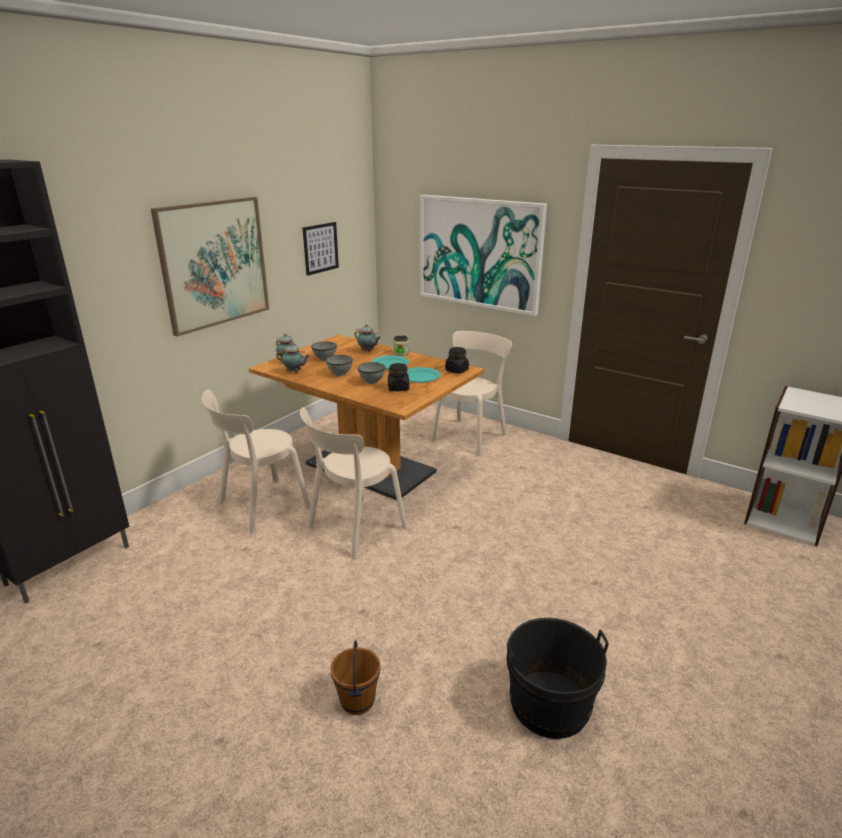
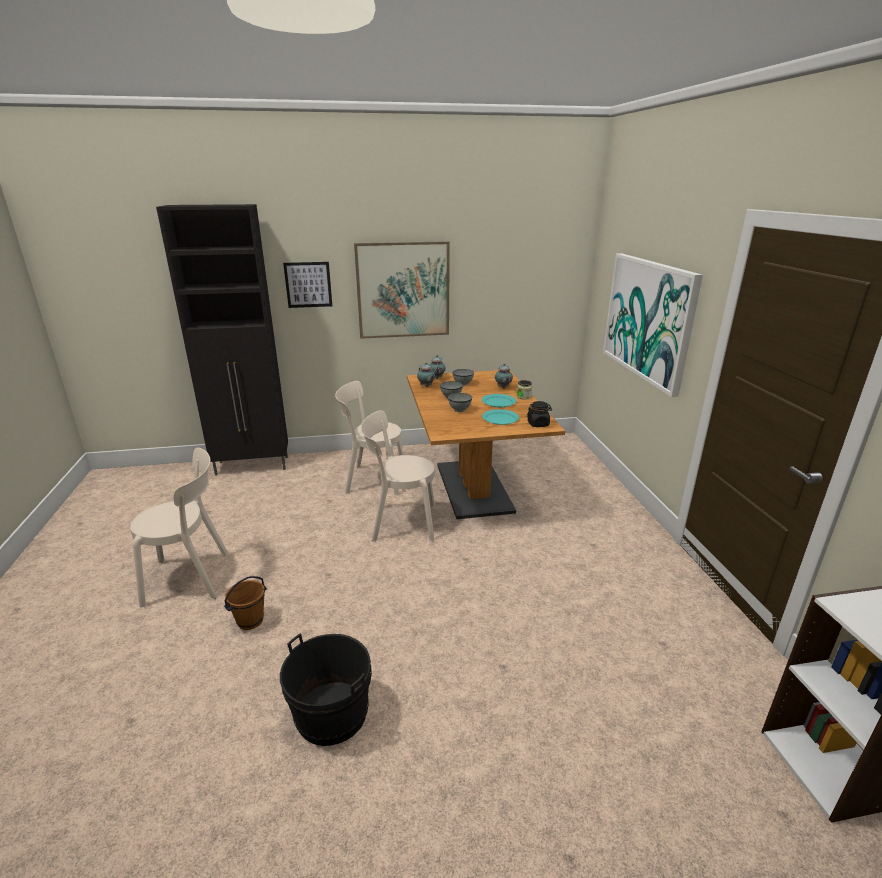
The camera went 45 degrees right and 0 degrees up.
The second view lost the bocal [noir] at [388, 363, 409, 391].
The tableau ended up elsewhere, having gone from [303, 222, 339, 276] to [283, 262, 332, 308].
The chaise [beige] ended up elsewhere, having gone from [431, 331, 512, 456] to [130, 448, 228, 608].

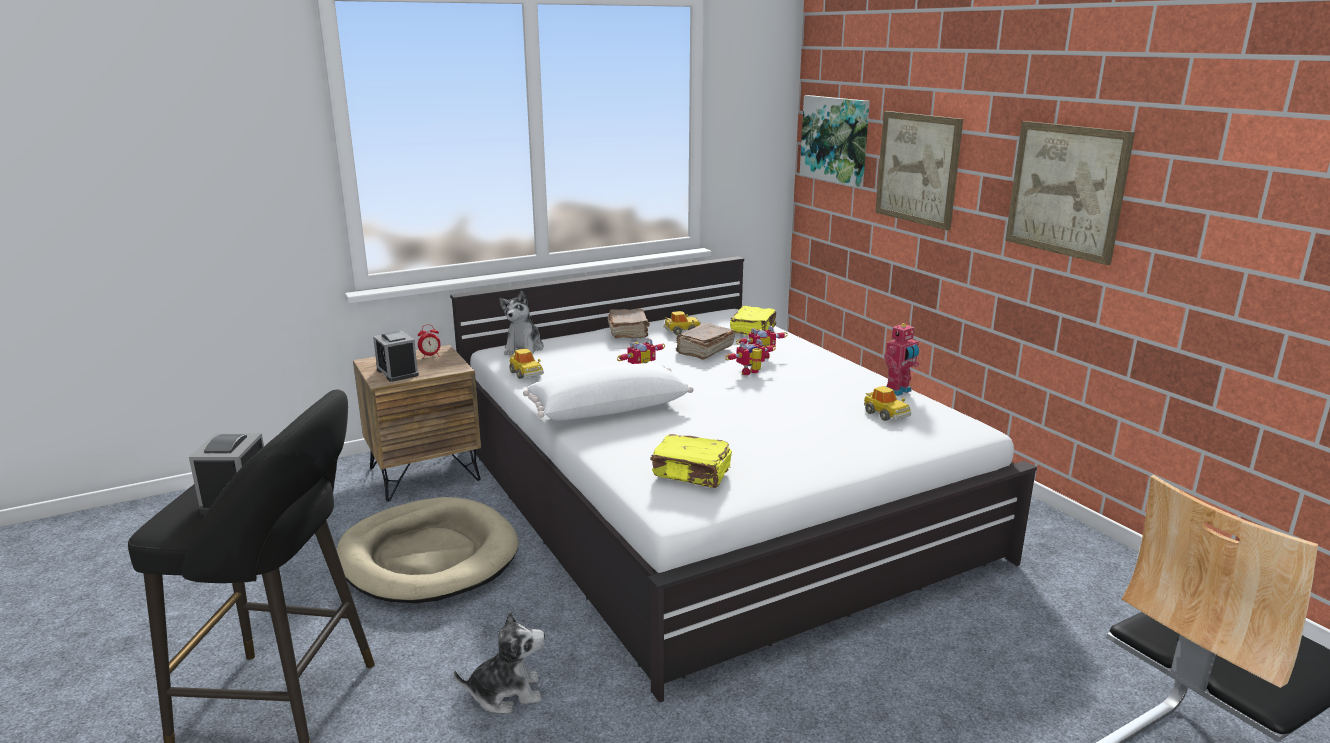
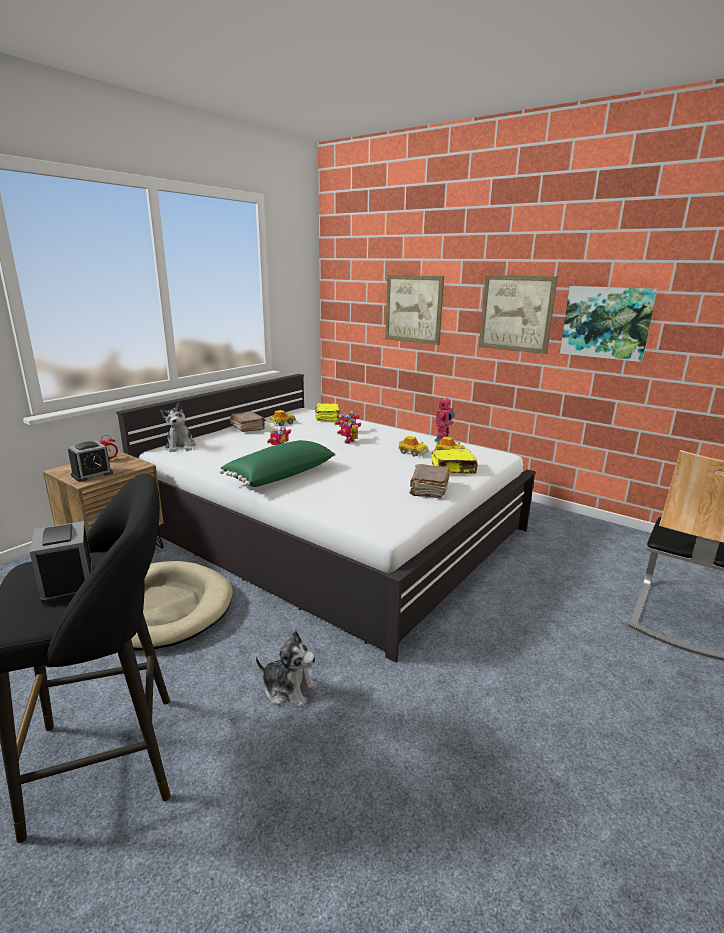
The camera went 25 degrees left and 0 degrees up.
The petite voiture ended up elsewhere, having gone from [509, 348, 544, 379] to [398, 436, 429, 457].
The livre [jaune] ended up elsewhere, having gone from [650, 434, 732, 488] to [431, 449, 478, 474].
The livre [marron] ended up elsewhere, having gone from [676, 323, 735, 360] to [410, 464, 450, 499].
The tableau ended up elsewhere, having gone from [800, 95, 870, 187] to [560, 286, 657, 362].
What was the coussin [blanc] at [523, 363, 694, 421] turned into the coussin [vert] at [219, 440, 336, 487].
The réveil at [373, 331, 419, 382] ended up facing another way, 75 degrees counterclockwise from before.
The peluche at [454, 611, 545, 714] ended up facing another way, 60 degrees clockwise from before.

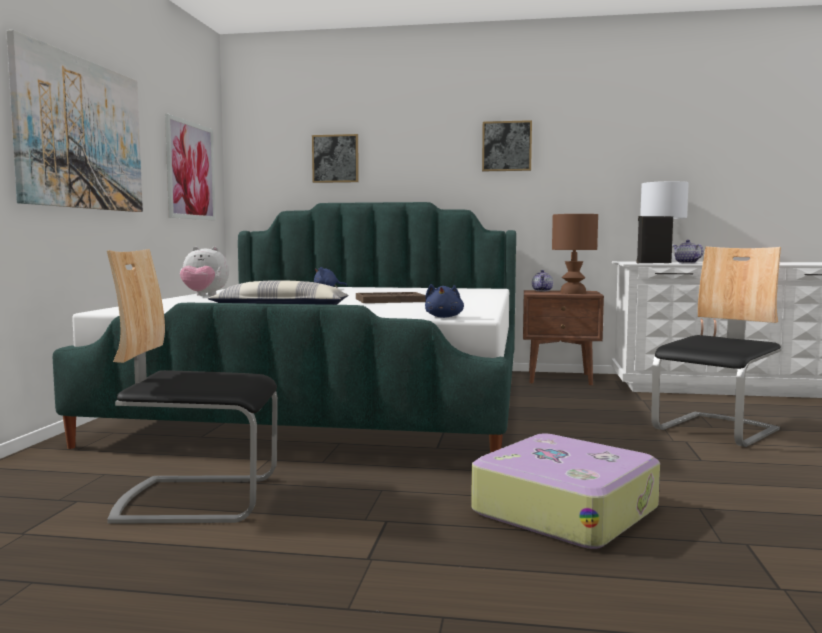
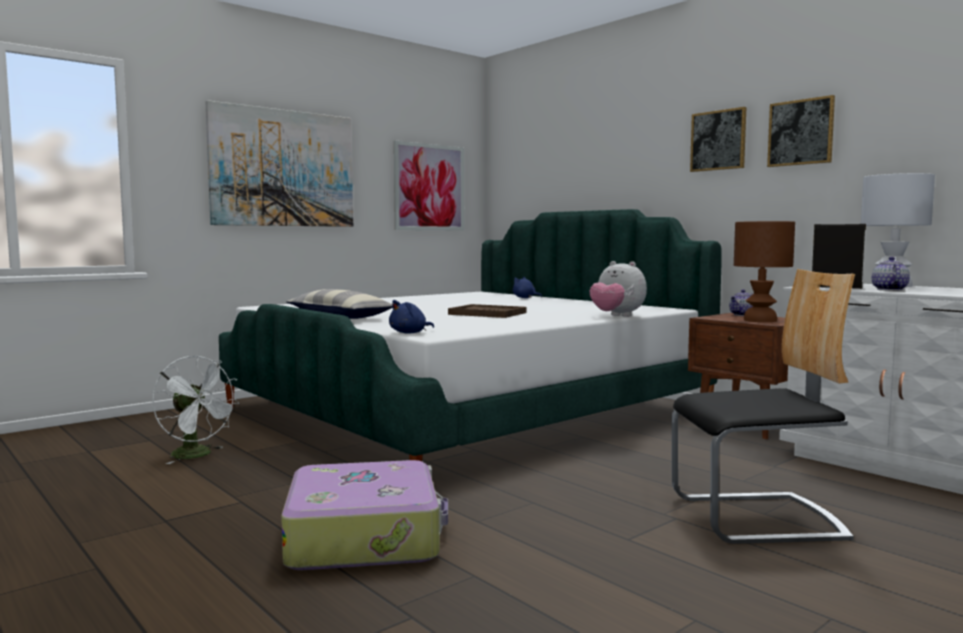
The camera went 40 degrees right and 0 degrees up.
The peluche ended up elsewhere, having gone from [180, 247, 229, 296] to [589, 261, 647, 317].
The tableau ended up elsewhere, having gone from [312, 134, 359, 183] to [767, 95, 835, 167].
Where the chaise stood at [107, 249, 278, 524], the ventilateur [blanc] came to stand at [152, 356, 239, 464].

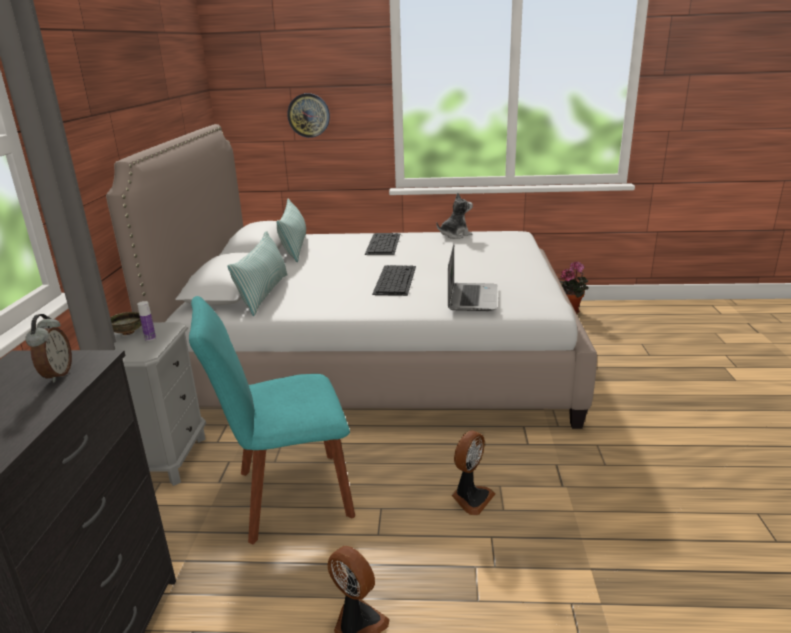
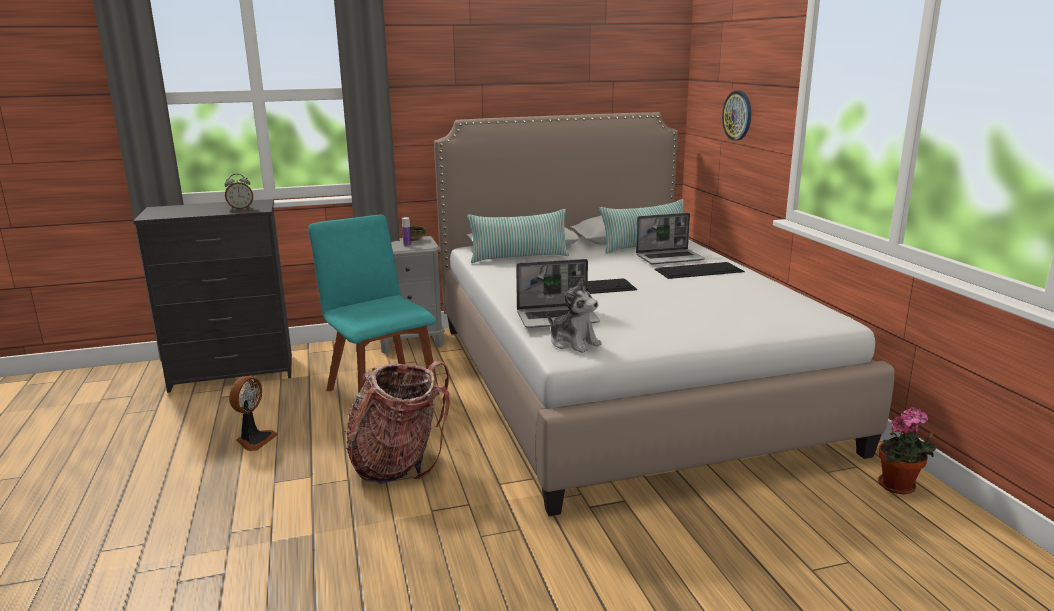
The camera went 70 degrees right and 5 degrees down.
The second view gained the ordinateur portable at [636, 213, 705, 264].
The peluche ended up elsewhere, having gone from [436, 193, 473, 239] to [547, 278, 602, 353].
Where the ventilateur stood at [452, 431, 495, 515], the sac à dos came to stand at [346, 361, 450, 484].

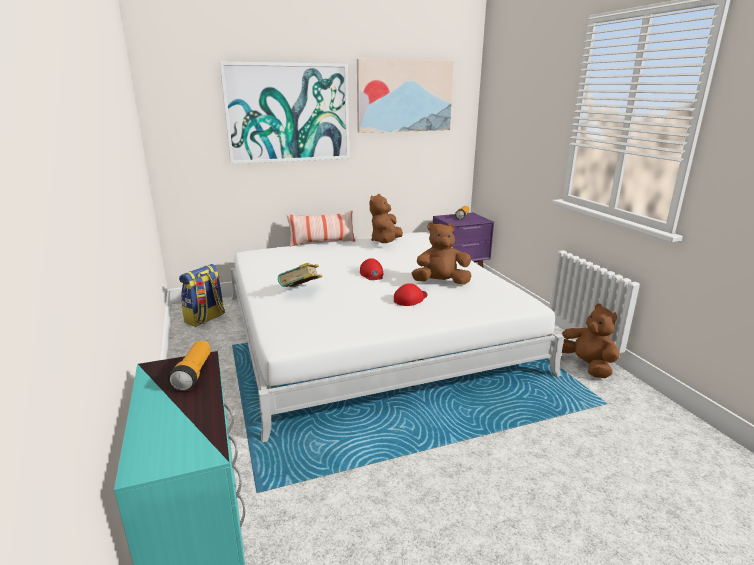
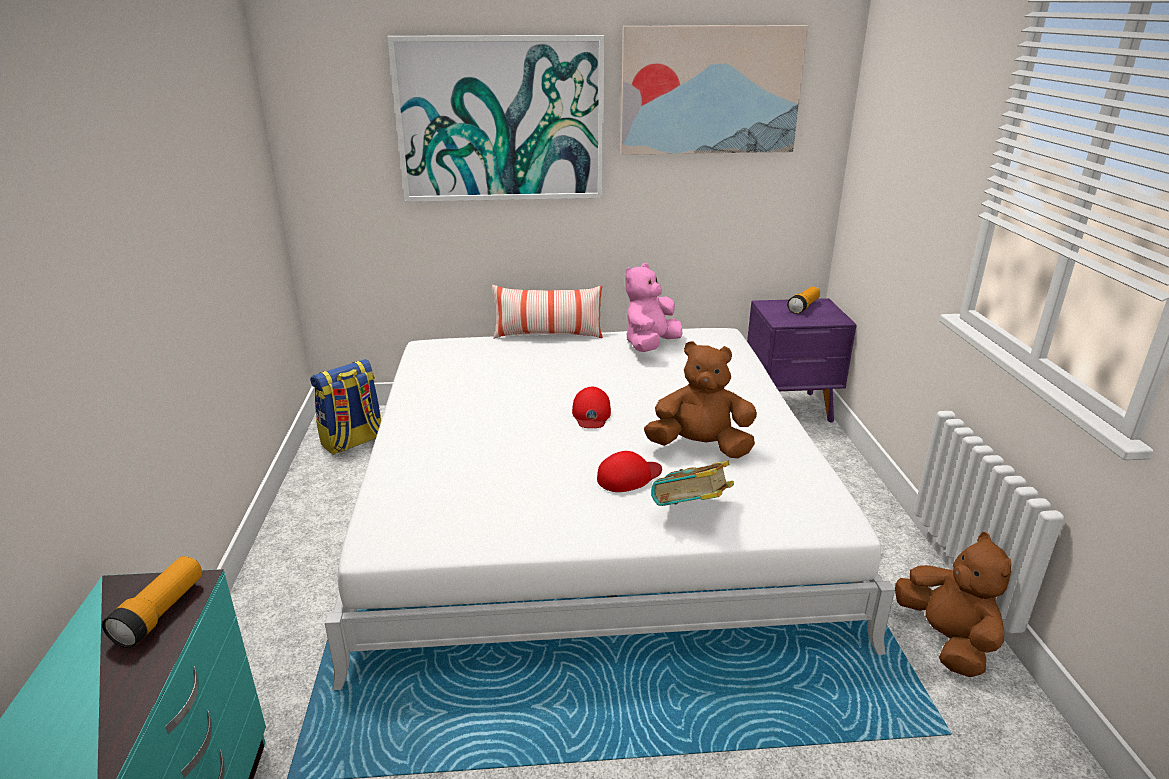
The camera went 15 degrees right and 5 degrees up.
The livre ended up elsewhere, having gone from [278, 263, 322, 287] to [651, 461, 734, 506].
What was the peluche [marron] at [369, 194, 403, 243] turned into the peluche [rose] at [625, 263, 683, 352].

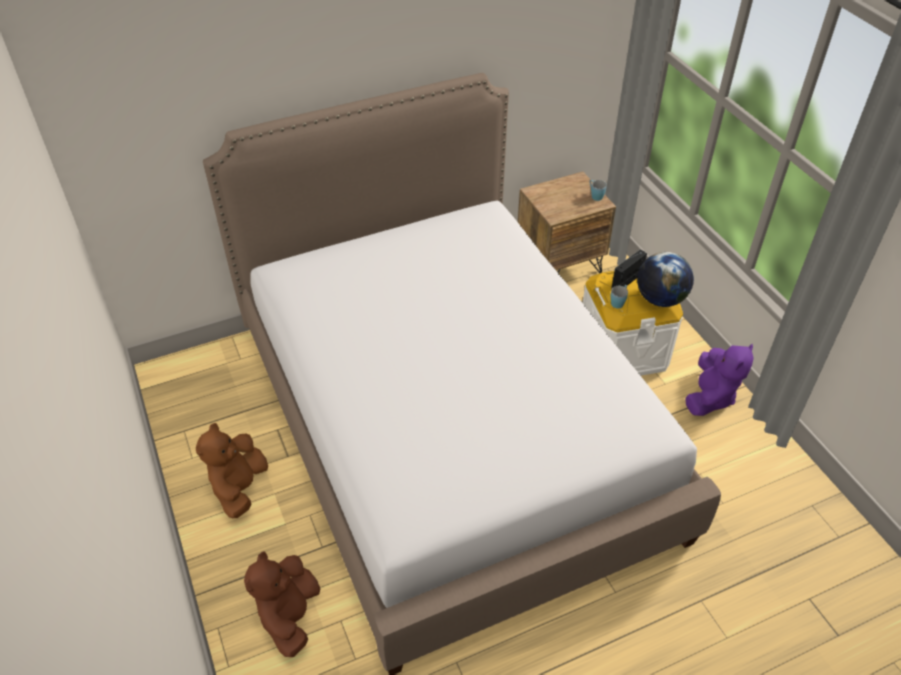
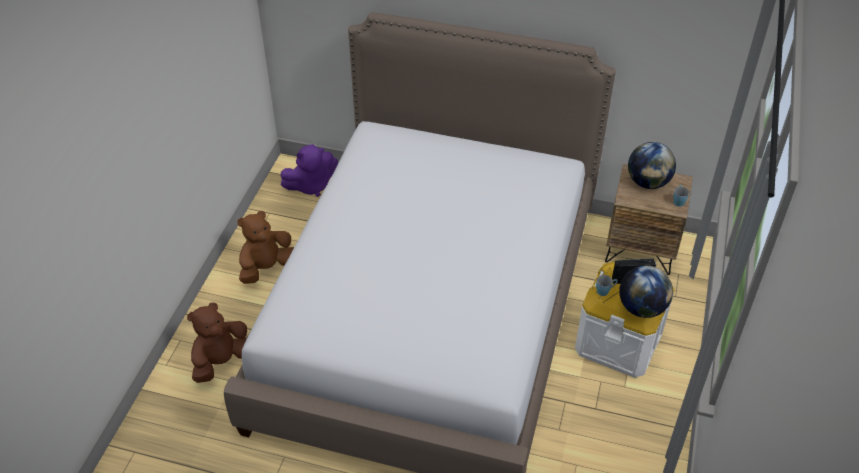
The camera went 40 degrees right and 0 degrees up.
The second view gained the globe at [628, 142, 676, 189].
The peluche [violet] ended up elsewhere, having gone from [685, 344, 754, 416] to [281, 144, 338, 197].

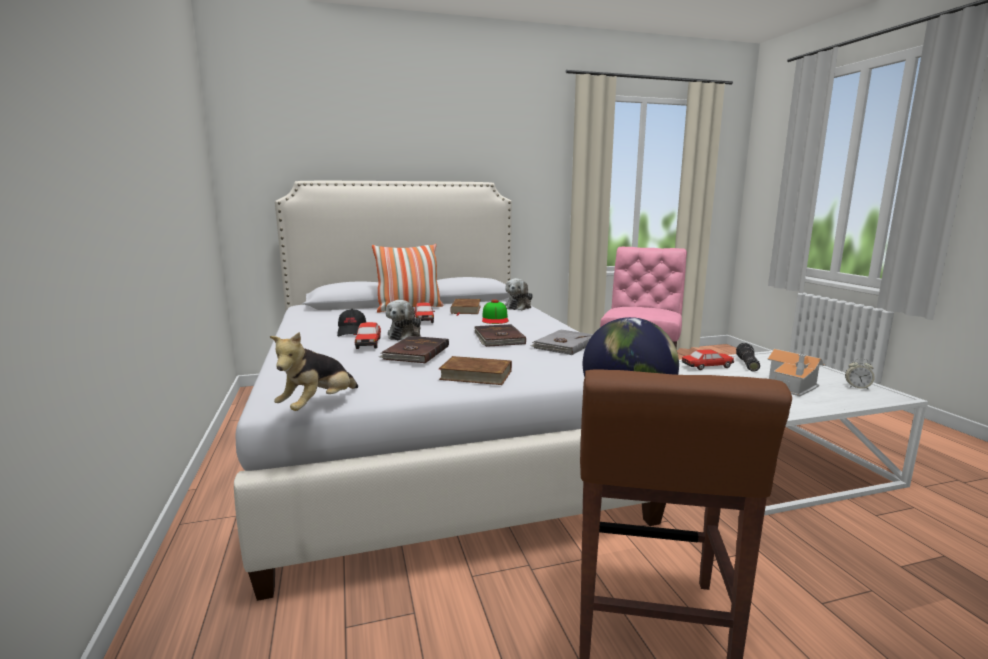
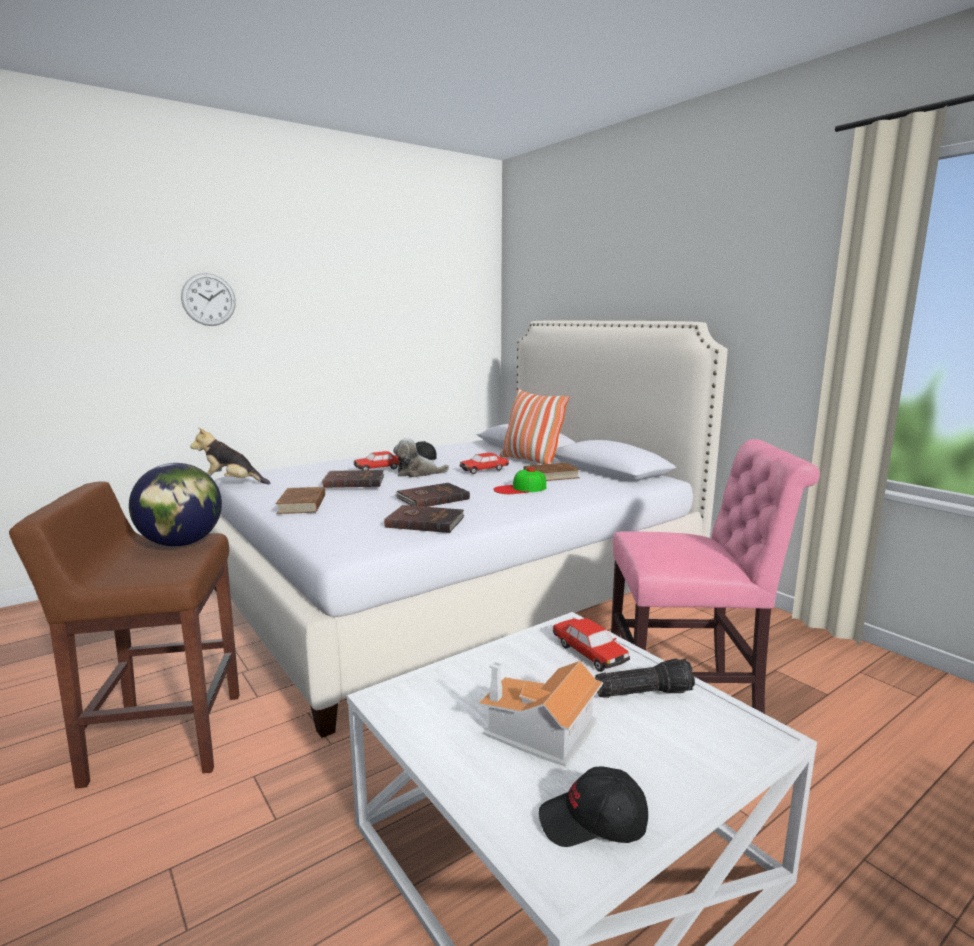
The camera went 70 degrees right and 0 degrees up.
The second view lost the peluche at [505, 278, 533, 310].
The second view gained the horloge murale at [181, 273, 236, 326].
Where the réveil stood at [845, 358, 875, 389], the casquette [noir] came to stand at [539, 766, 648, 847].
What was the livre [gris] at [530, 330, 593, 355] turned into the livre [marron] at [384, 505, 465, 533].

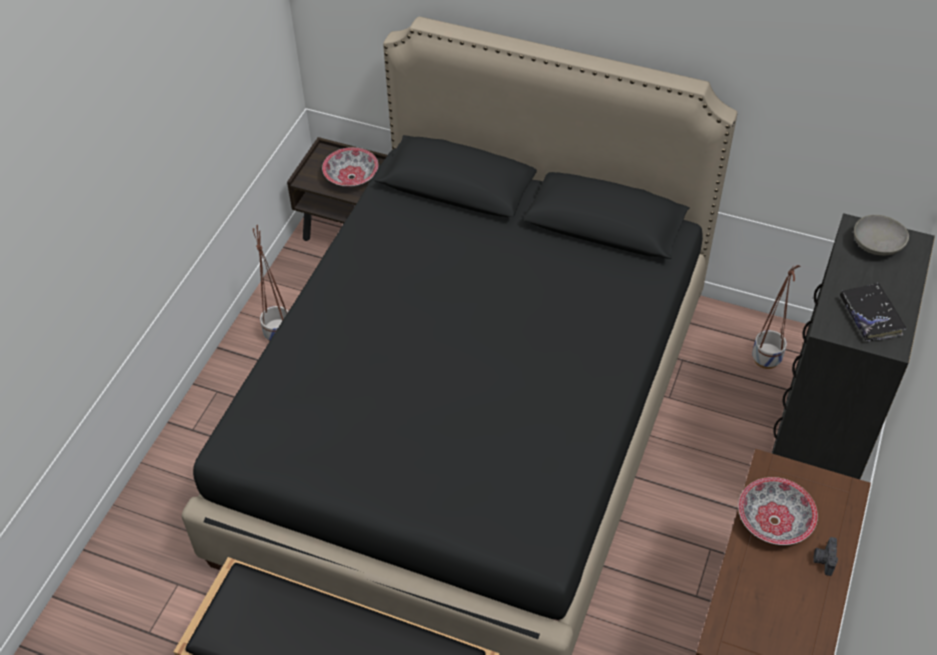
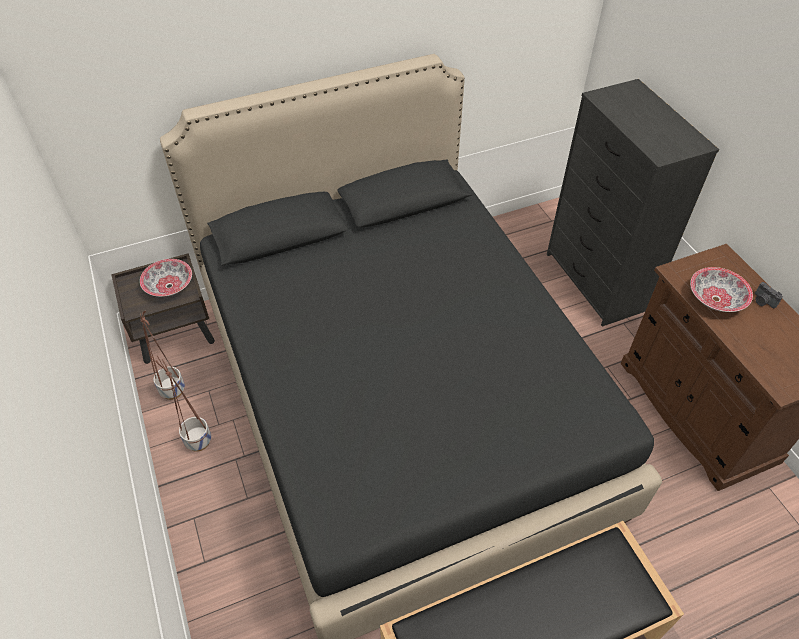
The camera went 45 degrees left and 0 degrees up.
The second view lost the livre [noir] at [840, 283, 906, 341].
The second view lost the bol [gris] at [854, 215, 909, 255].
The cache-pot ended up elsewhere, having gone from [752, 265, 801, 369] to [140, 311, 185, 400].

